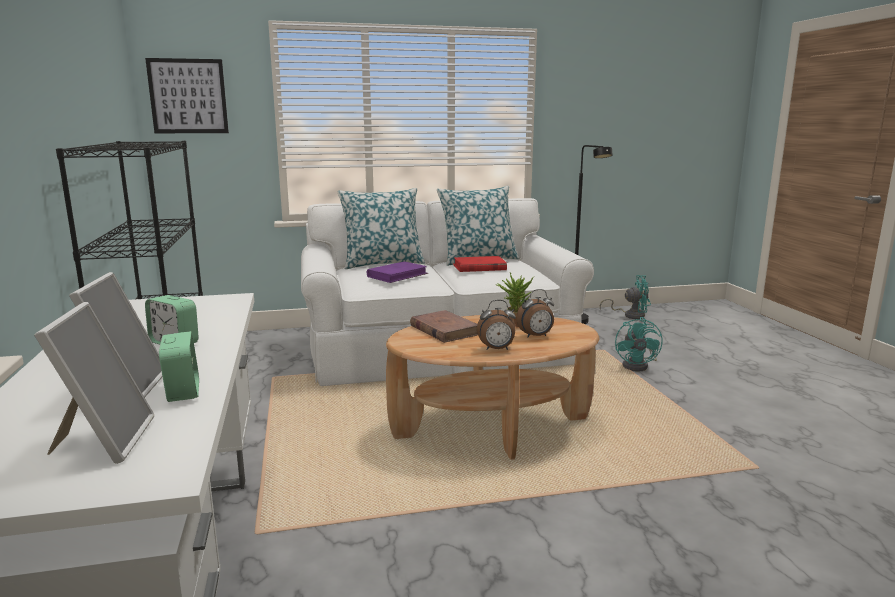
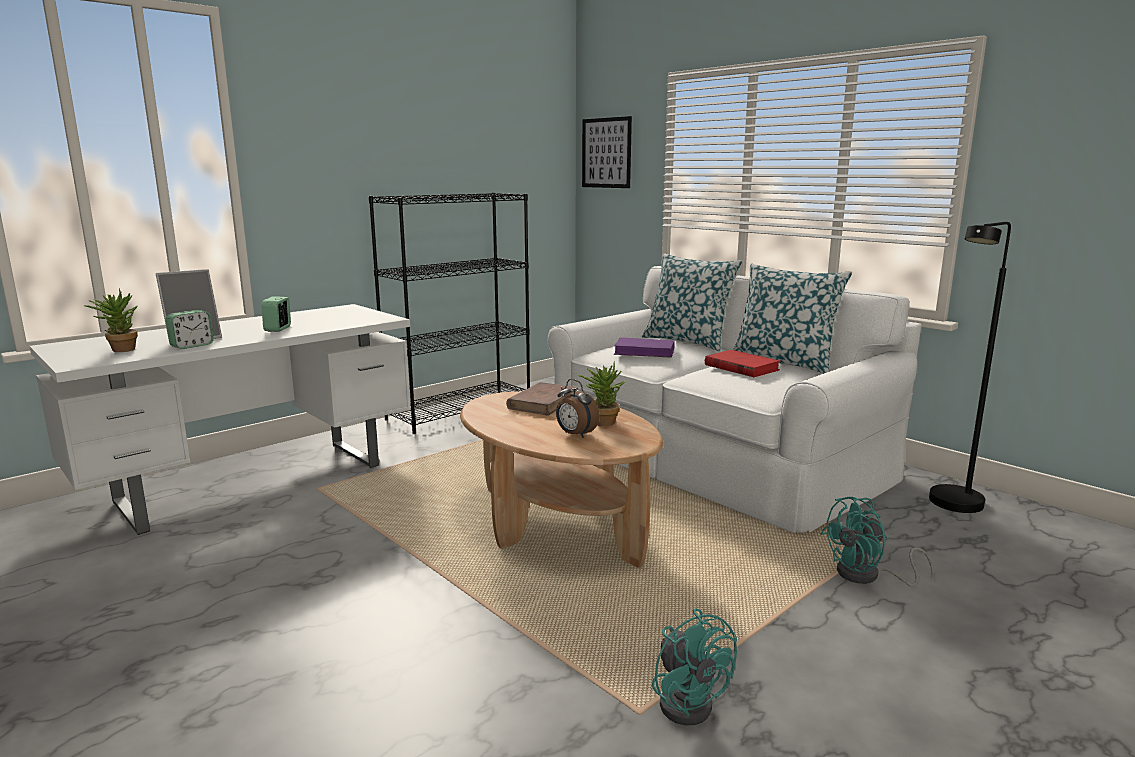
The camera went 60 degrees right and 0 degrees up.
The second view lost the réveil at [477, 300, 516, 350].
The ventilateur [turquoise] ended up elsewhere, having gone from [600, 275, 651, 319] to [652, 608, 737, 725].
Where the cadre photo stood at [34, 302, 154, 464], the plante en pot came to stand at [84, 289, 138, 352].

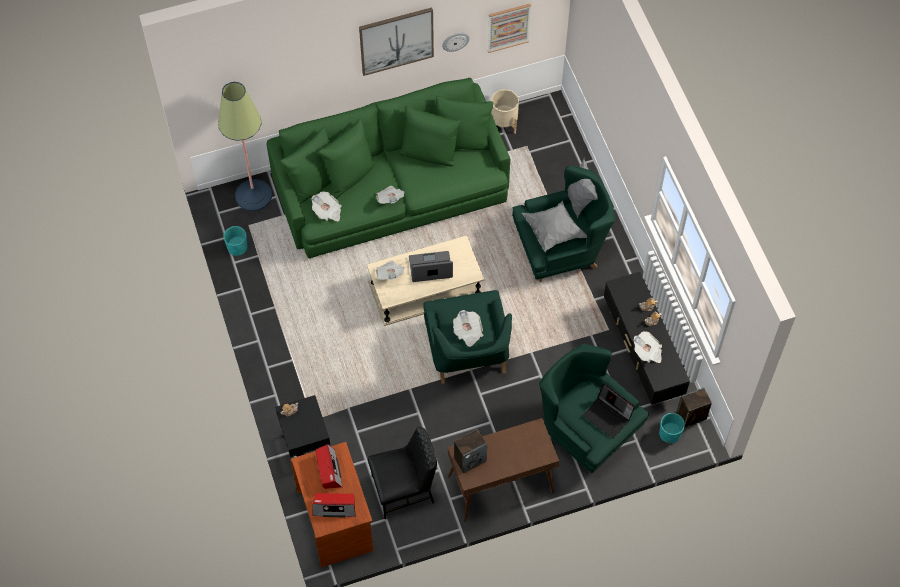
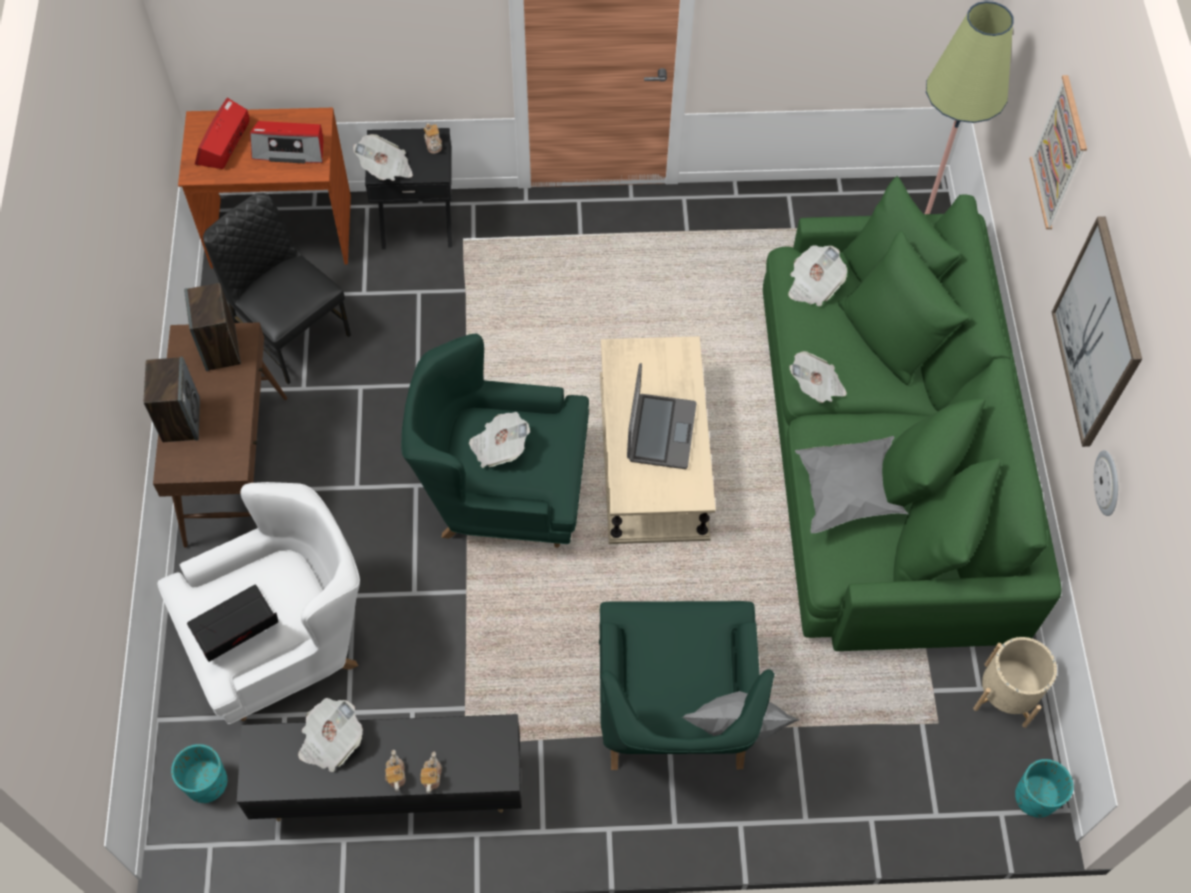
The camera went 105 degrees right and 0 degrees up.
The cache-pot [turquoise] ended up elsewhere, having gone from [224, 226, 247, 256] to [1015, 759, 1074, 818].
The journal ended up elsewhere, having gone from [376, 261, 404, 280] to [353, 134, 413, 181].
The tableau ended up elsewhere, having gone from [488, 4, 531, 53] to [1030, 75, 1087, 229].
The coussin [gris] ended up elsewhere, having gone from [522, 200, 587, 252] to [795, 436, 908, 533].
The enceinte ended up elsewhere, having gone from [676, 387, 712, 428] to [144, 357, 200, 442].
What was the fauteuil [vert] at [539, 344, 649, 473] turned into the fauteuil [blanc] at [157, 482, 360, 724].
The chaise [noir] at [368, 427, 437, 519] ended up facing another way, 135 degrees clockwise from before.

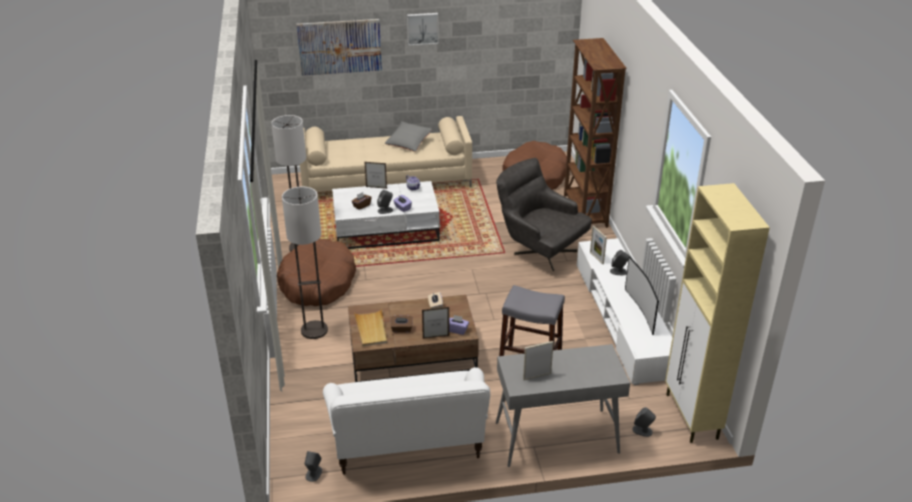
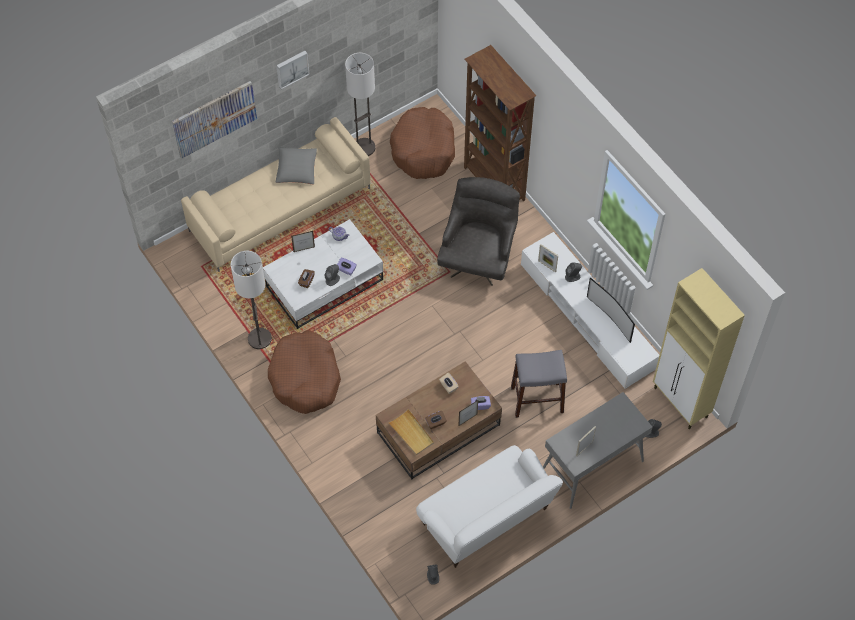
The camera went 25 degrees left and 25 degrees up.
The lampadaire ended up elsewhere, having gone from [282, 187, 328, 339] to [345, 53, 375, 156].
The fauteuil [gris] at [496, 158, 592, 271] ended up facing another way, 90 degrees clockwise from before.

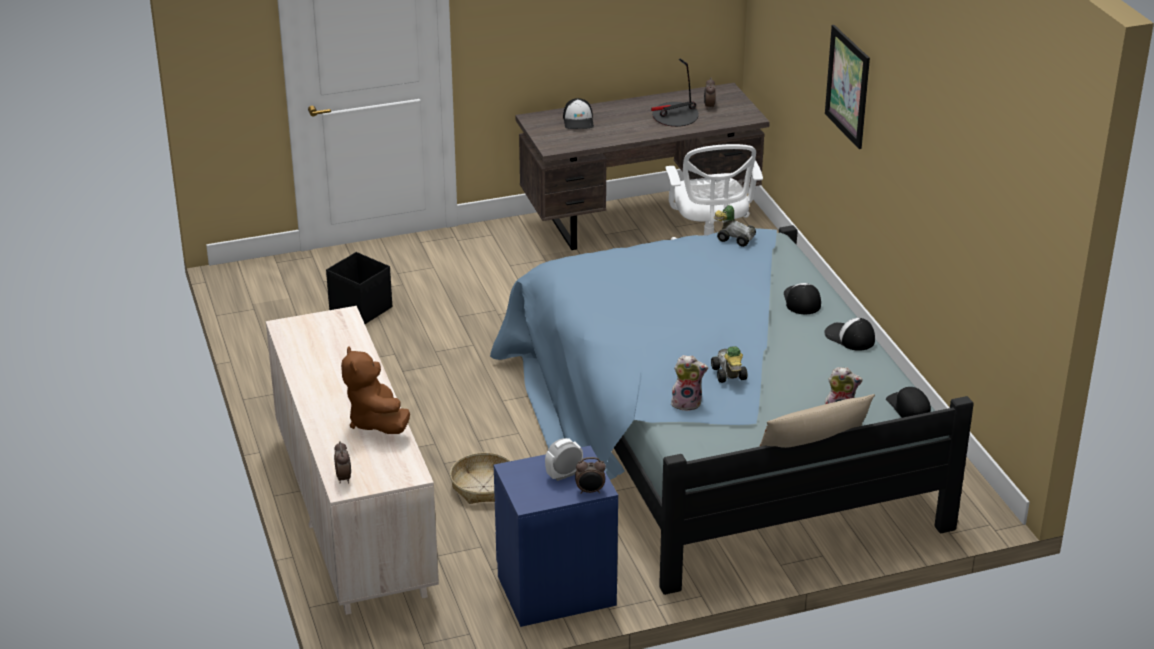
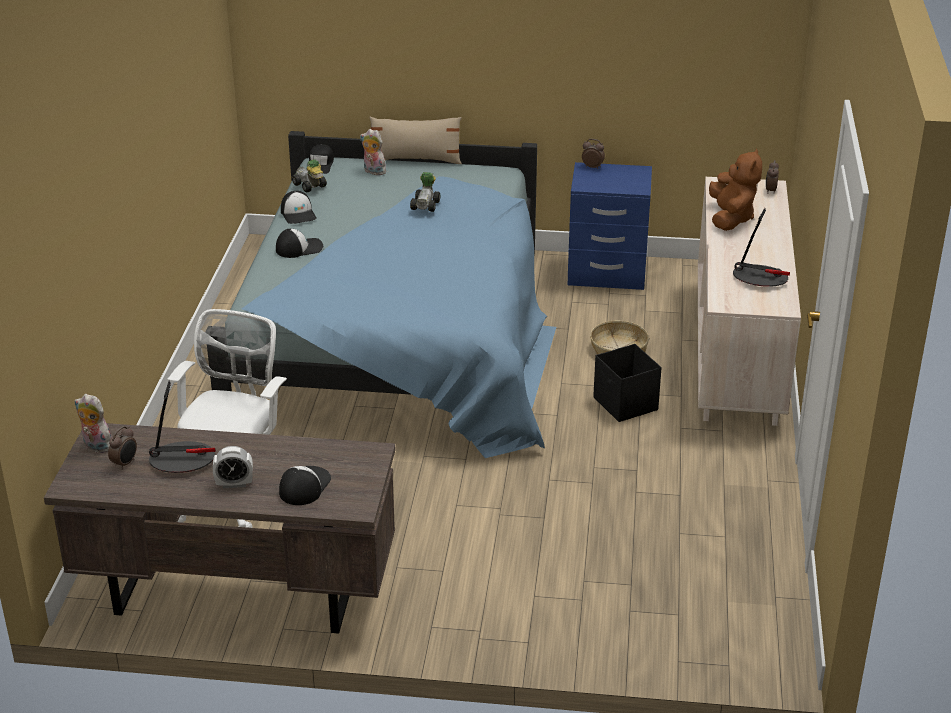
The camera went 155 degrees left and 0 degrees up.
The second view lost the tableau at [825, 25, 870, 149].
The second view gained the lampe de table at [733, 208, 790, 287].
The boîte de rangement [noir] ended up elsewhere, having gone from [326, 252, 392, 324] to [593, 344, 662, 422].
The réveil ended up elsewhere, having gone from [545, 438, 583, 481] to [213, 446, 253, 489].
The peluche ended up elsewhere, having gone from [671, 355, 708, 411] to [74, 394, 112, 453].
The petite voiture ended up elsewhere, having gone from [714, 205, 756, 247] to [292, 159, 327, 192].
The casquette at [784, 283, 821, 314] ended up facing another way, 135 degrees counterclockwise from before.

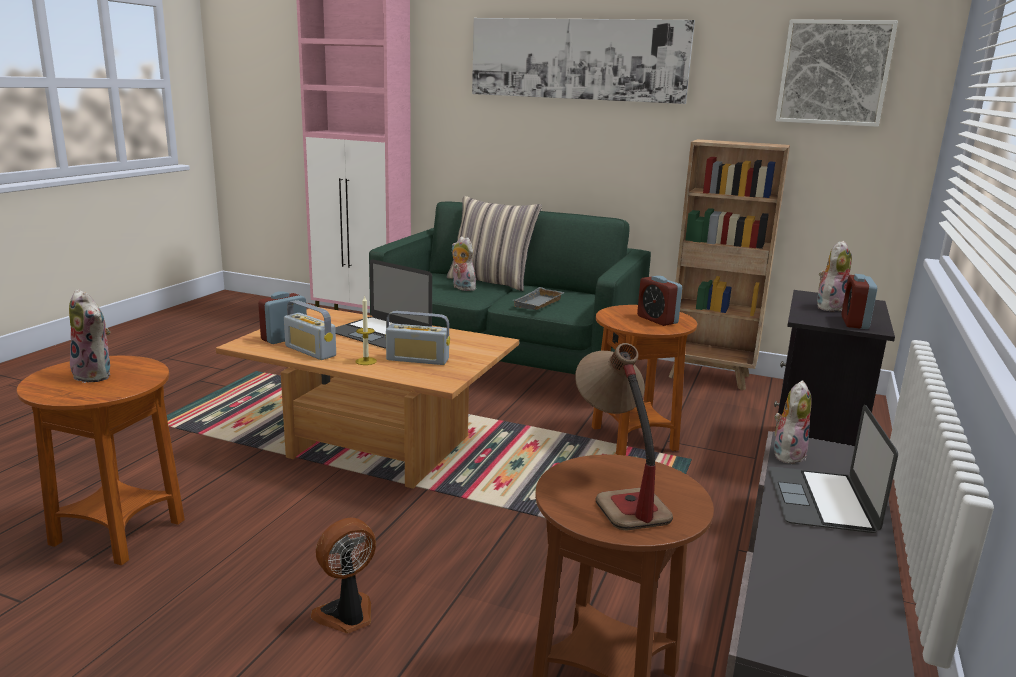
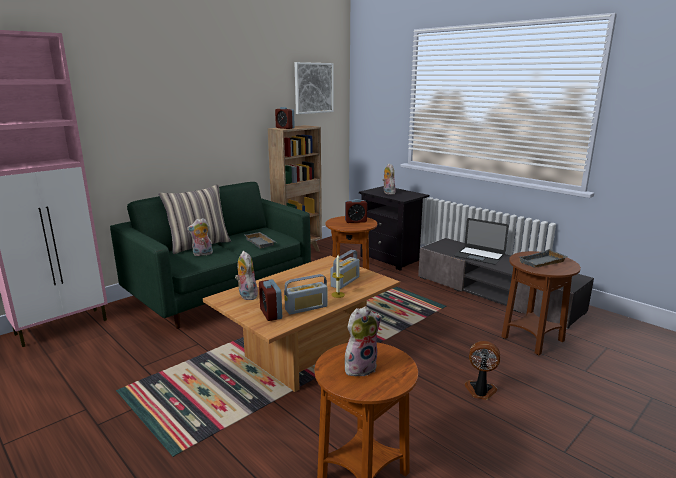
The camera went 65 degrees left and 0 degrees up.
The second view lost the ordinateur portable at [335, 259, 432, 349].
The second view lost the tableau at [472, 18, 695, 104].
The peluche ended up elsewhere, having gone from [774, 380, 811, 465] to [235, 251, 258, 300].
The réveil ended up elsewhere, having gone from [841, 274, 877, 329] to [275, 107, 295, 129].
Where the lampe de table stood at [575, 343, 673, 530], the plateau [gris] came to stand at [520, 249, 568, 268].
The ventilateur at [311, 518, 376, 633] ended up facing another way, 120 degrees clockwise from before.

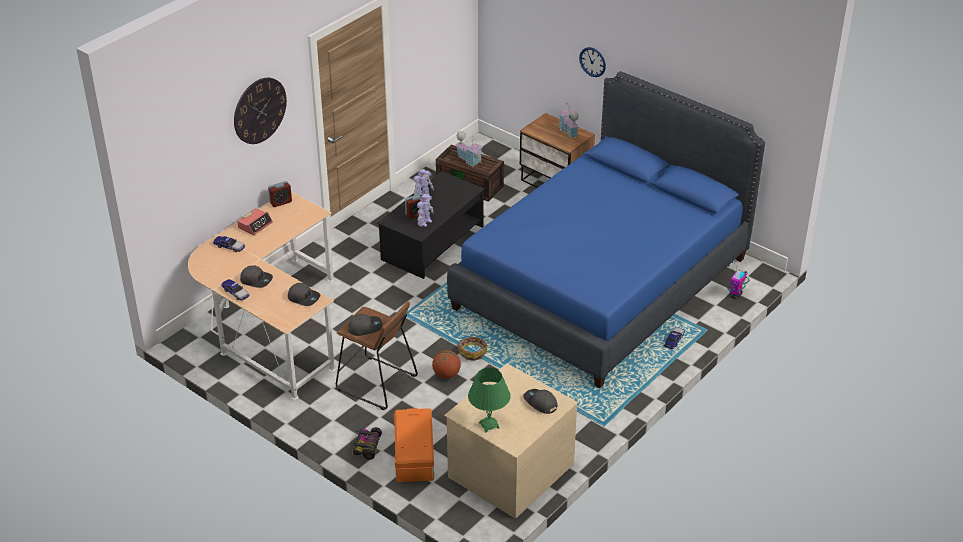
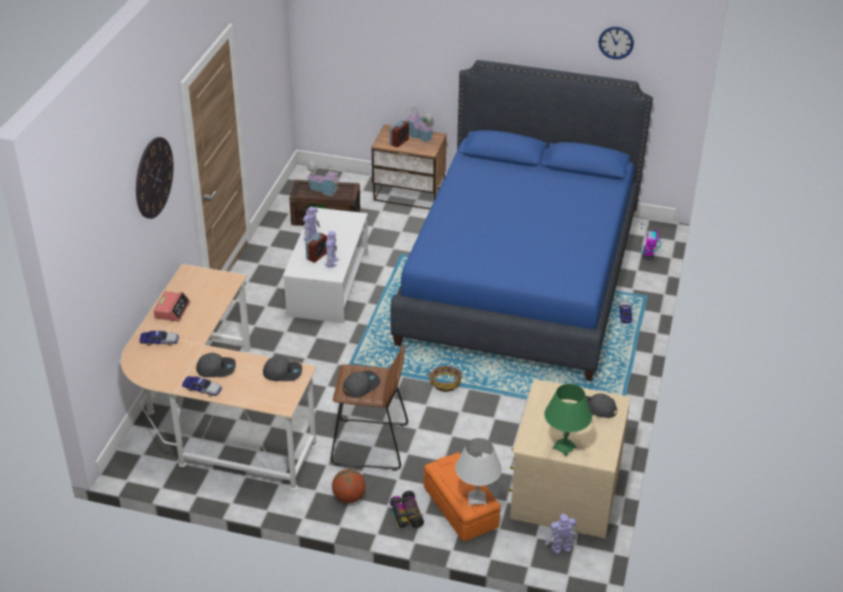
The camera went 25 degrees left and 0 degrees up.
The second view gained the lampe de table [blanc] at [455, 438, 502, 506].
The second view gained the robot jouet at [545, 514, 577, 554].
The réveil ended up elsewhere, having gone from [268, 181, 292, 207] to [390, 120, 409, 147].
The ballon de basket ended up elsewhere, having gone from [432, 350, 461, 379] to [332, 469, 366, 503].
The horloge murale ended up elsewhere, having gone from [579, 47, 606, 77] to [599, 27, 634, 59].
What was the table basse [noir] at [377, 171, 485, 279] turned into the table basse [blanc] at [283, 207, 368, 323].

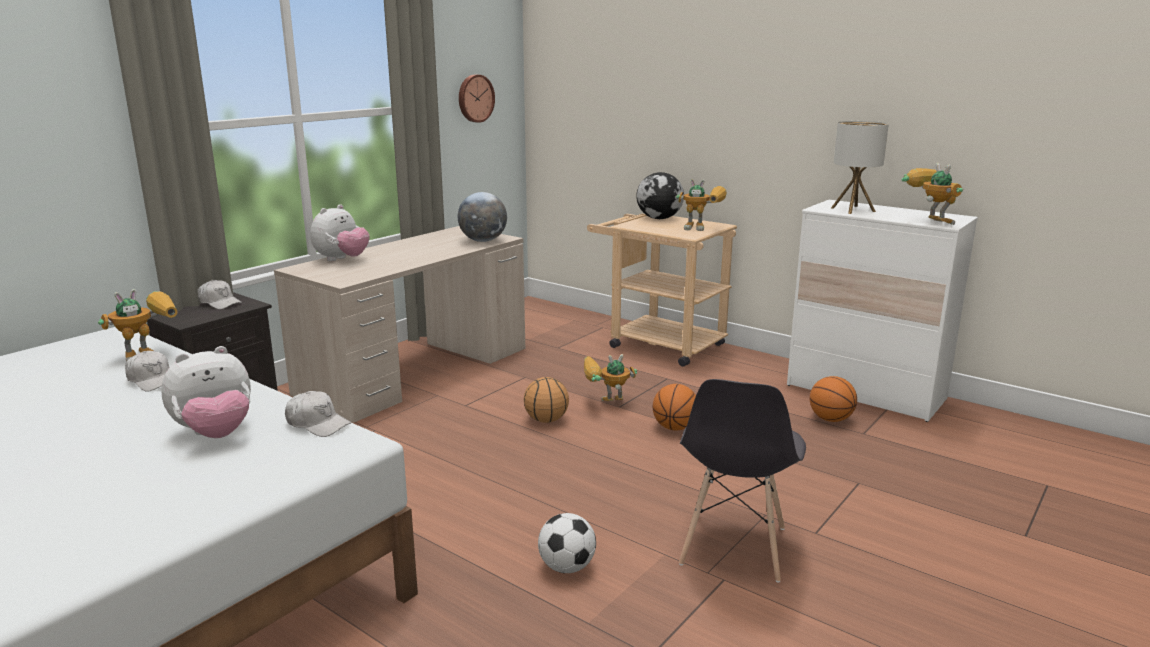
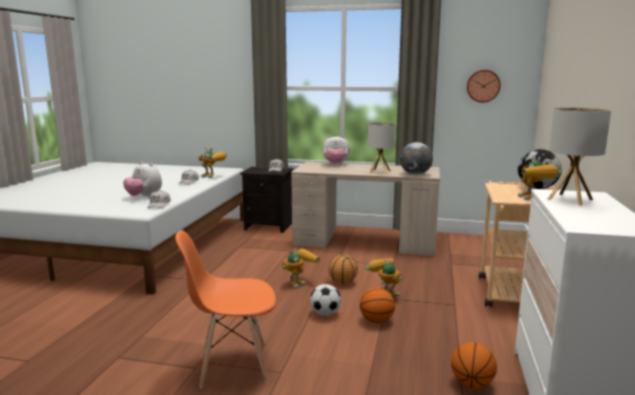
The camera went 65 degrees right and 5 degrees down.
The second view gained the lampe de table at [368, 123, 395, 174].
The ballon de foot ended up elsewhere, having gone from [538, 513, 596, 573] to [310, 284, 341, 316].
The robot jouet ended up elsewhere, having gone from [902, 163, 963, 225] to [282, 248, 320, 289].
What was the chaise [gris] at [679, 379, 806, 583] turned into the chaise [orange] at [175, 230, 276, 388].

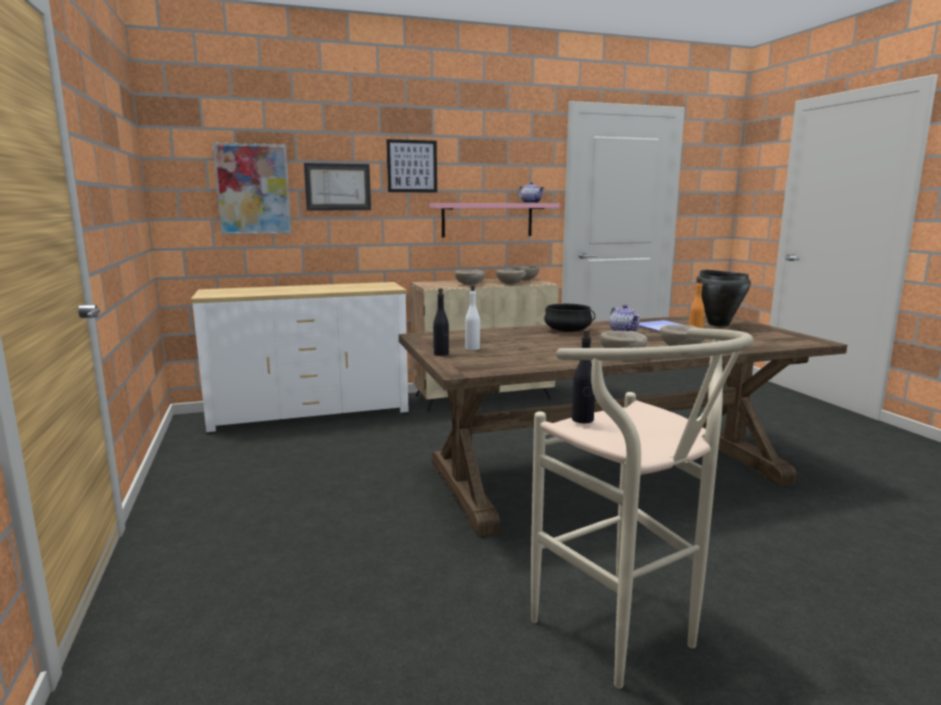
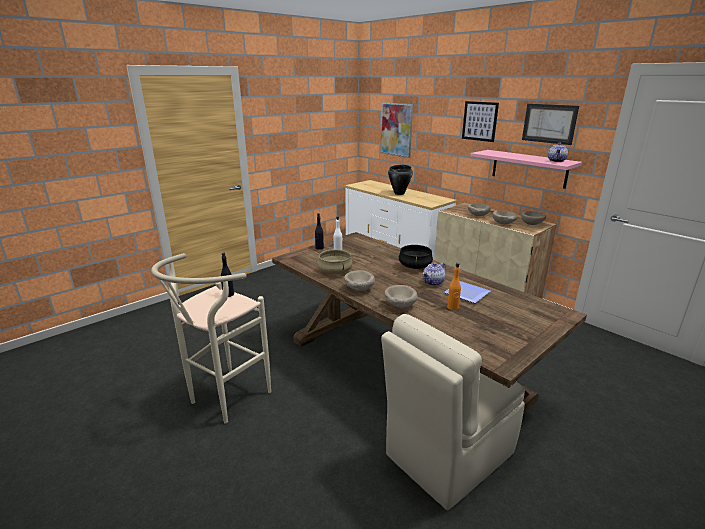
The camera went 65 degrees right and 10 degrees up.
The second view gained the marmite [beige] at [317, 249, 352, 274].
The second view gained the chaise [beige] at [381, 314, 525, 510].
The tableau ended up elsewhere, having gone from [304, 163, 371, 210] to [522, 104, 579, 145].
The marmite [noir] ended up elsewhere, having gone from [696, 270, 751, 327] to [388, 165, 413, 195].

